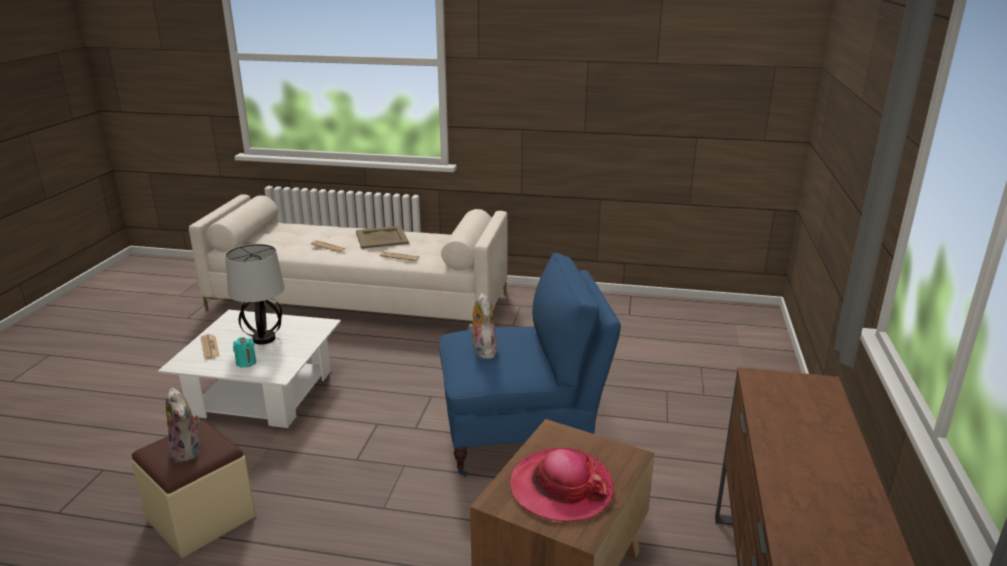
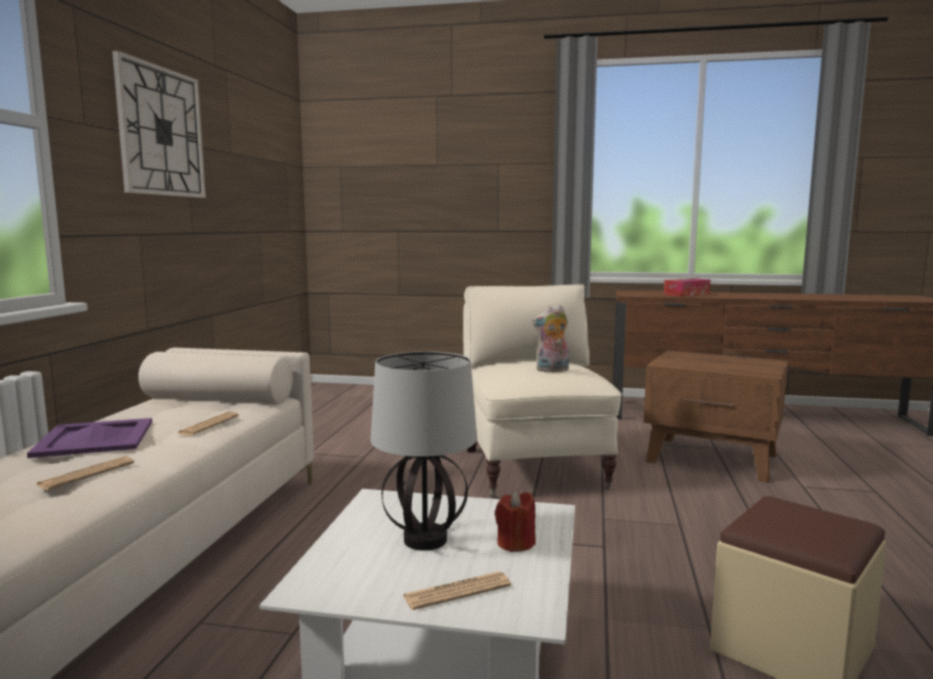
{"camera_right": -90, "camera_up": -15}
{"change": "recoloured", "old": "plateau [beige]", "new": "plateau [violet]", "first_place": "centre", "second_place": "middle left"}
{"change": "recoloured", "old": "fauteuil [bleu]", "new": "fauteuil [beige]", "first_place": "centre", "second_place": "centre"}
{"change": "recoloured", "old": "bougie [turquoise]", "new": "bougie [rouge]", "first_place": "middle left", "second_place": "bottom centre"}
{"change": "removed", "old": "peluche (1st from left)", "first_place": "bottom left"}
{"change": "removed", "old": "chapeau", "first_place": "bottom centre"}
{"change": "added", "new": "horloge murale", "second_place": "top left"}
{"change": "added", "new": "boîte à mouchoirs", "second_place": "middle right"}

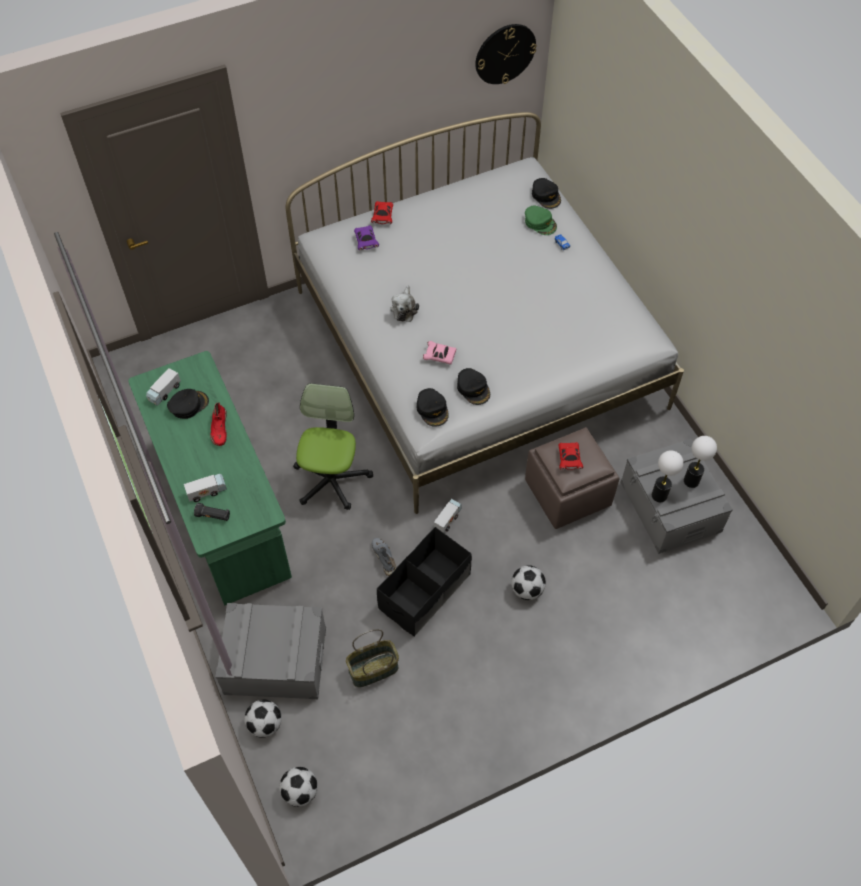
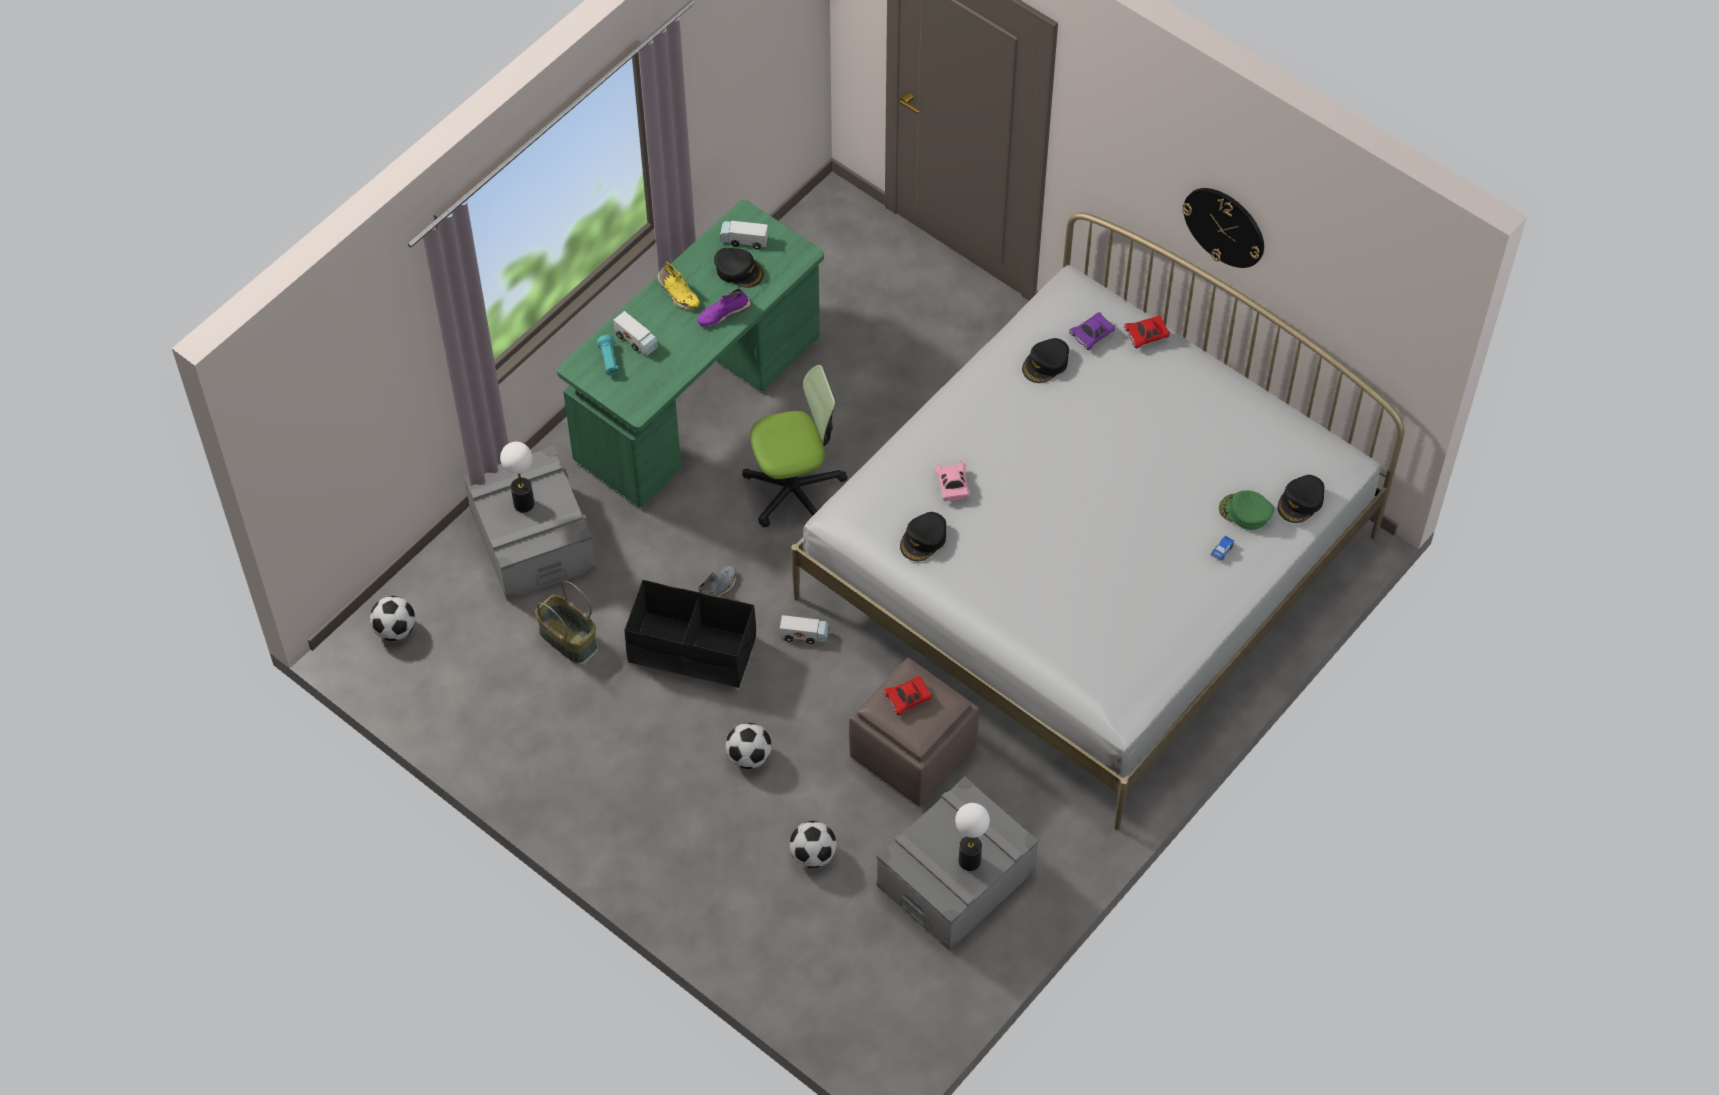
{"camera_right": 65, "camera_up": 0}
{"change": "moved", "old": "horloge murale", "first_place": "top centre", "second_place": "top right"}
{"change": "turned", "old": "casquette [vert]", "first_place": "top centre", "second_place": "middle right", "degrees": 90}
{"change": "removed", "old": "peluche", "first_place": "centre"}
{"change": "moved", "old": "casquette [noir] (2nd from left in the first image)", "new": "casquette [noir] (3rd from left)", "first_place": "centre", "second_place": "top centre"}
{"change": "recoloured", "old": "chaussure [rouge]", "new": "chaussure [violet]", "first_place": "middle left", "second_place": "top centre"}
{"change": "moved", "old": "lampe de table (1st from left)", "first_place": "middle right", "second_place": "middle left"}
{"change": "recoloured", "old": "lampe de poche [noir]", "new": "lampe de poche [turquoise]", "first_place": "middle left", "second_place": "top centre"}
{"change": "moved", "old": "ballon de foot (1st from left in the first image)", "new": "ballon de foot (3rd from left)", "first_place": "bottom left", "second_place": "bottom centre"}
{"change": "added", "new": "chaussure [jaune]", "second_place": "top centre"}

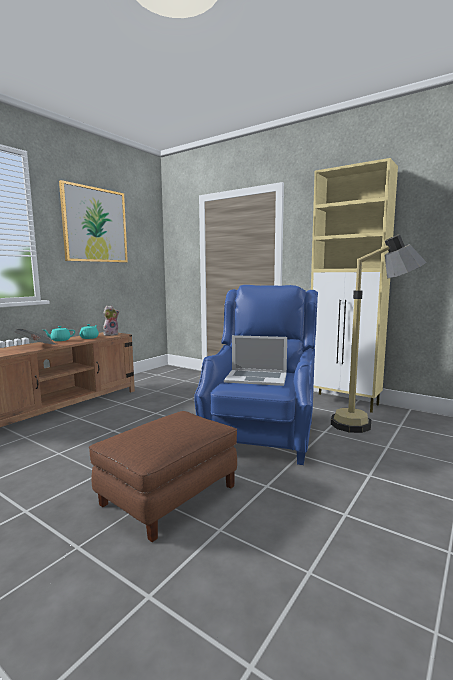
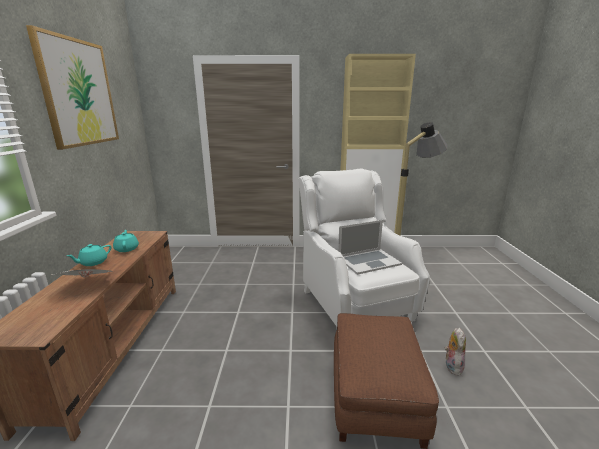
{"camera_right": -35, "camera_up": 10}
{"change": "recoloured", "old": "fauteuil [bleu]", "new": "fauteuil [blanc]", "first_place": "centre", "second_place": "centre"}
{"change": "moved", "old": "peluche", "first_place": "middle left", "second_place": "bottom right"}

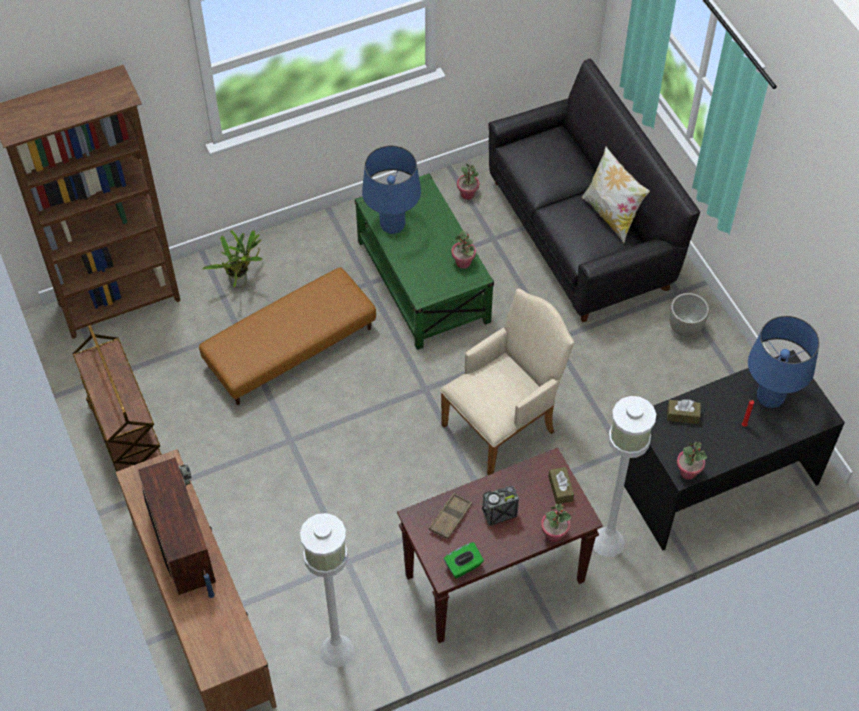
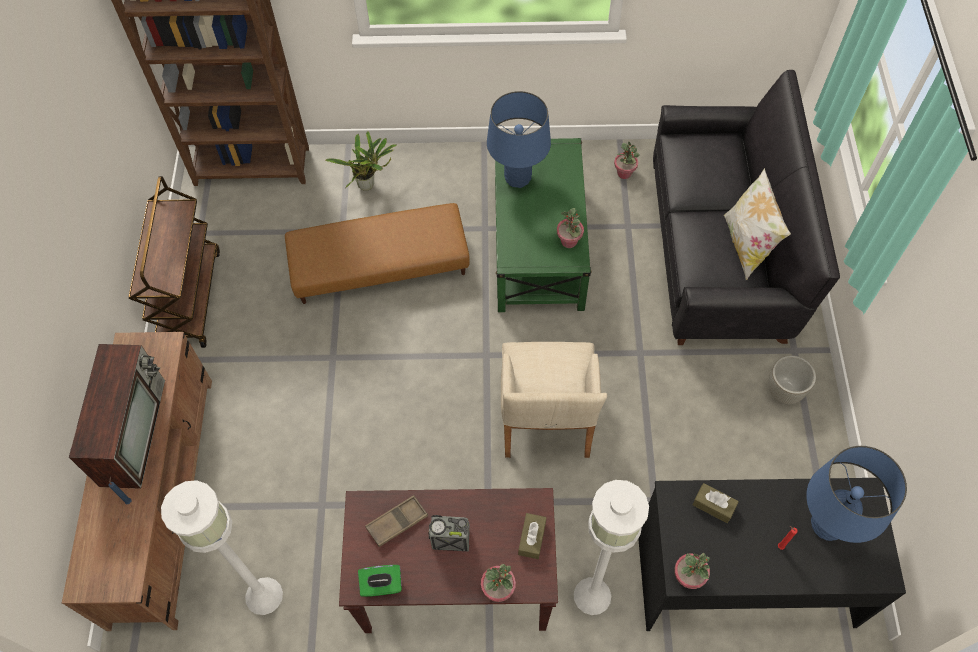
{"camera_right": 25, "camera_up": 5}
{"change": "turned", "old": "fauteuil [beige]", "first_place": "centre", "second_place": "centre", "degrees": 105}

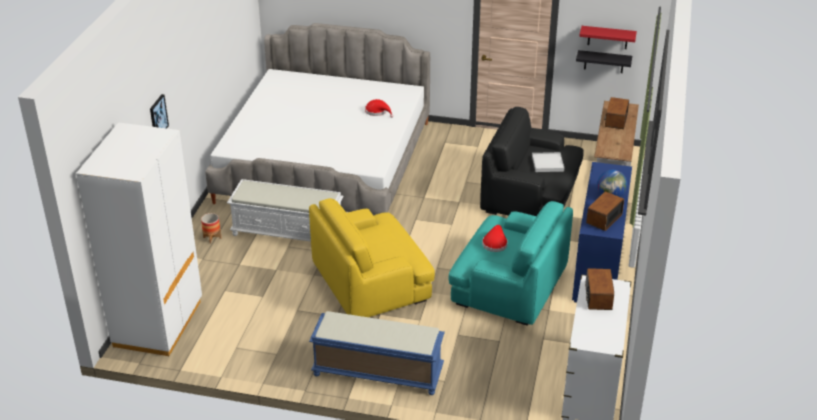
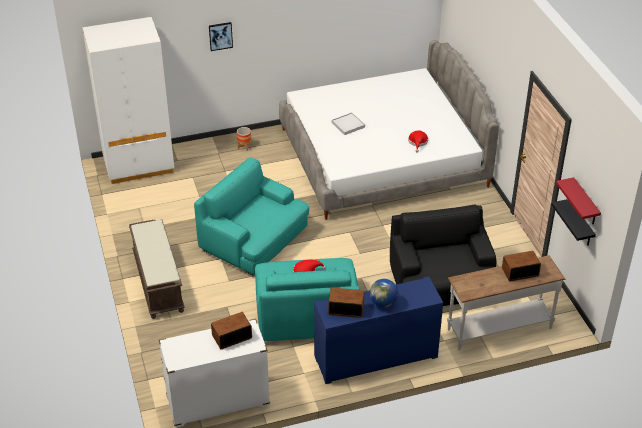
{"camera_right": 60, "camera_up": 5}
{"change": "moved", "old": "plateau [blanc]", "first_place": "middle right", "second_place": "top centre"}
{"change": "removed", "old": "banc [blanc]", "first_place": "centre"}
{"change": "recoloured", "old": "fauteuil [jaune]", "new": "fauteuil [turquoise] (1st from left)", "first_place": "centre", "second_place": "centre"}
{"change": "recoloured", "old": "banc [bleu]", "new": "banc [marron]", "first_place": "bottom centre", "second_place": "middle left"}

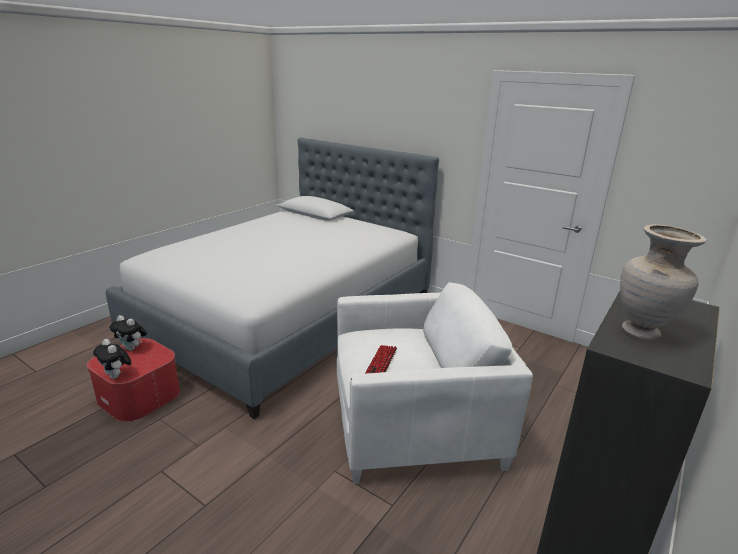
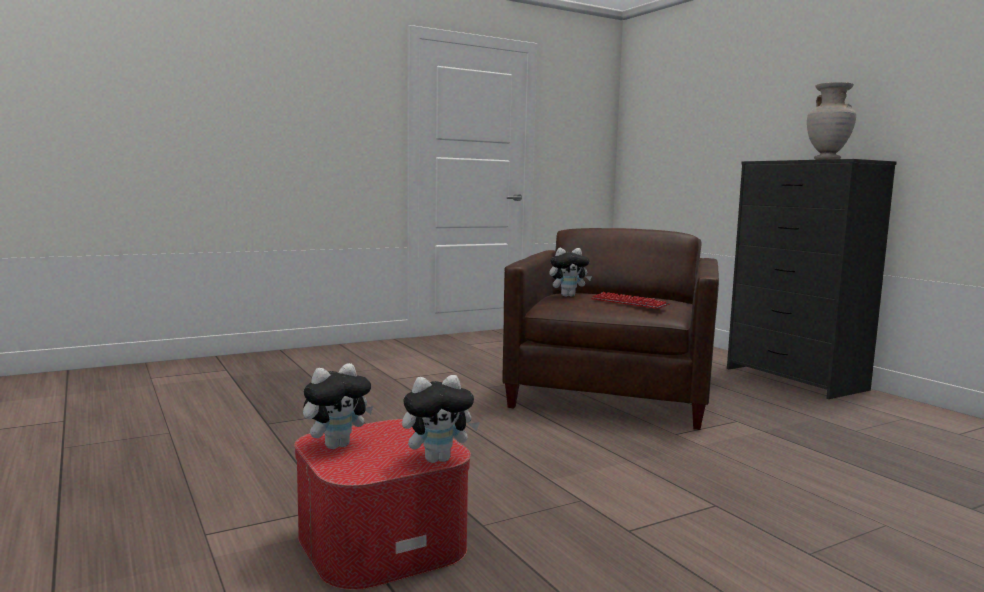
{"camera_right": -65, "camera_up": -15}
{"change": "removed", "old": "lit", "first_place": "centre"}
{"change": "recoloured", "old": "fauteuil [blanc]", "new": "fauteuil [marron]", "first_place": "bottom centre", "second_place": "centre"}
{"change": "added", "new": "peluche (3rd from left)", "second_place": "centre"}

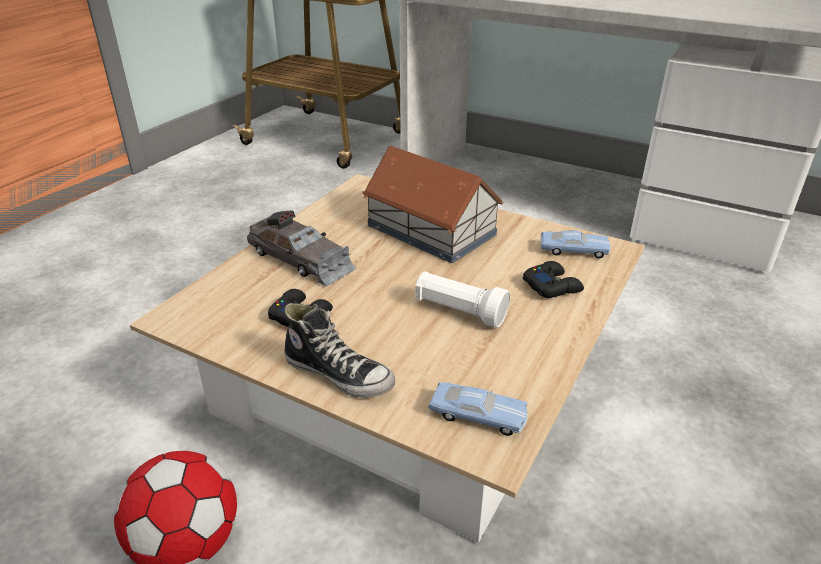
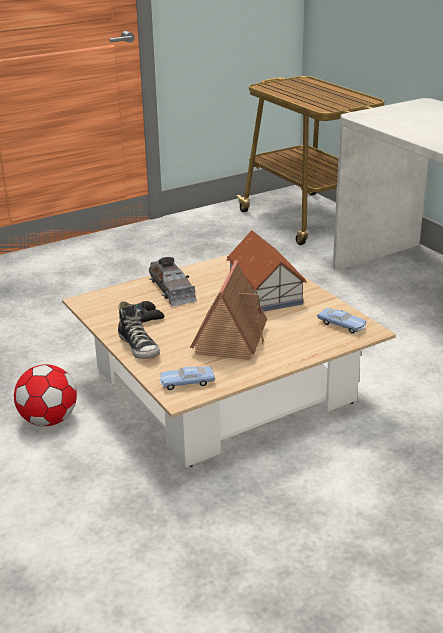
{"camera_right": 30, "camera_up": -5}
{"change": "removed", "old": "manette [noir] (2nd from left)", "first_place": "middle right"}
{"change": "replaced", "old": "lampe de poche [blanc]", "new": "maison miniature (1st from left)", "first_place": "centre", "second_place": "centre"}
{"change": "turned", "old": "petite voiture [bleu] (1st from left)", "first_place": "bottom centre", "second_place": "centre", "degrees": 120}

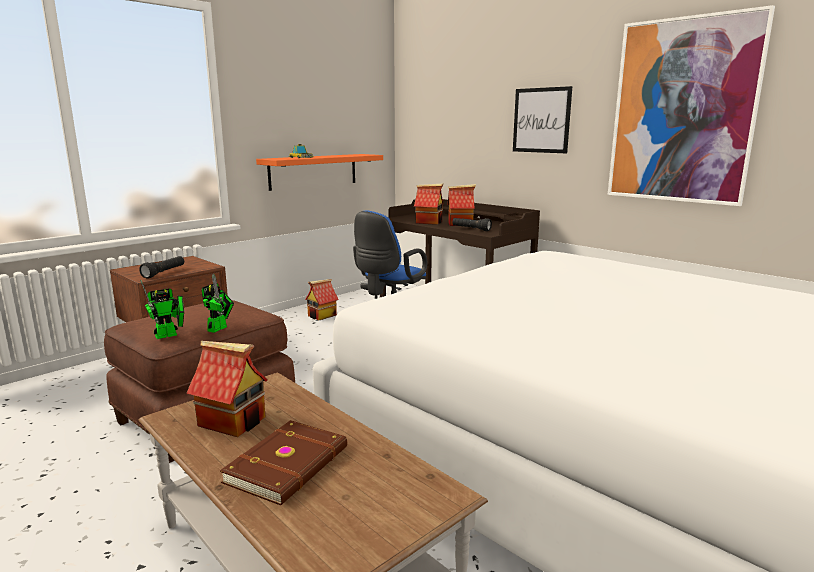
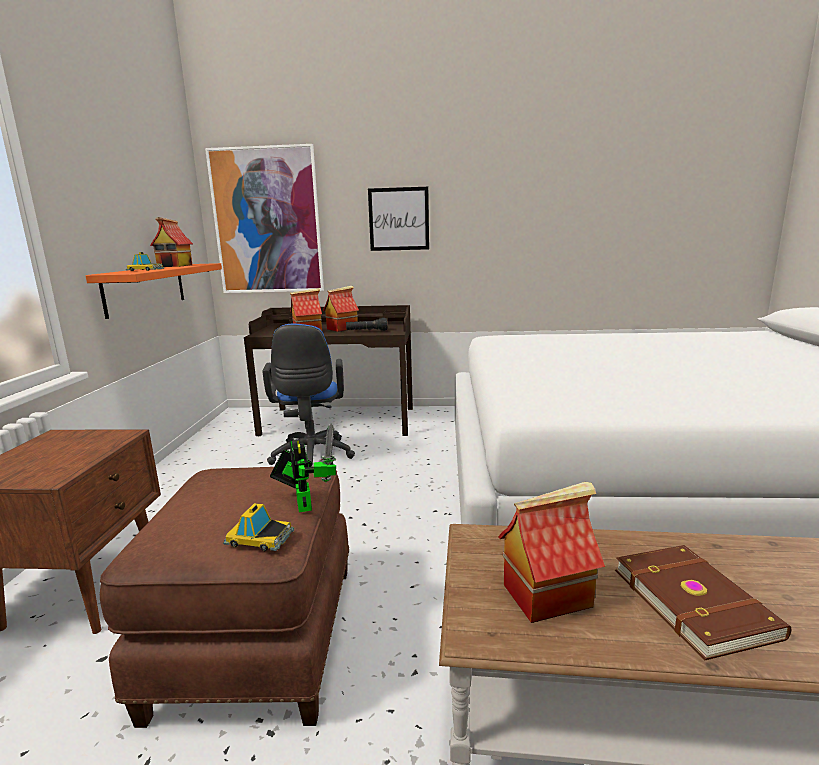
{"camera_right": -40, "camera_up": 0}
{"change": "moved", "old": "tableau (2nd from left in the first image)", "new": "tableau (1st from left)", "first_place": "top right", "second_place": "top left"}
{"change": "removed", "old": "lampe de poche [noir] (1st from left)", "first_place": "middle left"}
{"change": "moved", "old": "maison miniature (2nd from left in the first image)", "new": "maison miniature (1st from left)", "first_place": "centre", "second_place": "top left"}
{"change": "replaced", "old": "robot jouet (1st from left)", "new": "petite voiture (2nd from left)", "first_place": "middle left", "second_place": "bottom left"}

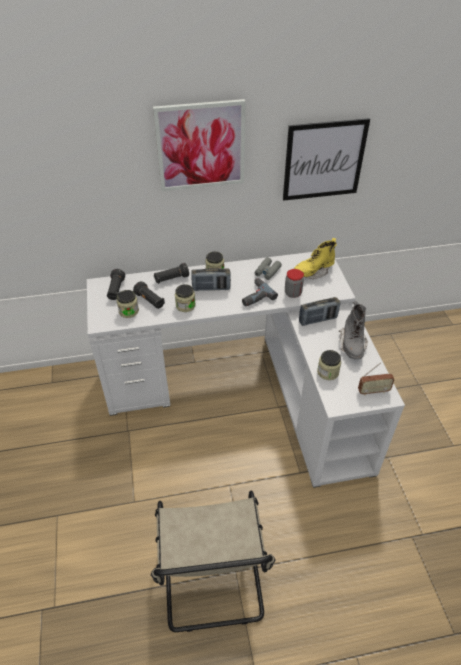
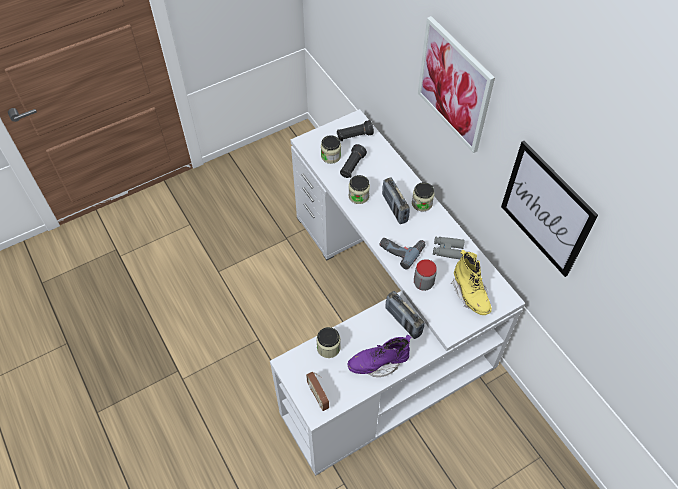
{"camera_right": 70, "camera_up": 10}
{"change": "turned", "old": "botte [jaune]", "first_place": "middle right", "second_place": "middle right", "degrees": -150}
{"change": "removed", "old": "lampe de poche [noir] (3rd from left)", "first_place": "centre"}
{"change": "recoloured", "old": "botte [gris]", "new": "botte [violet]", "first_place": "middle right", "second_place": "bottom centre"}
{"change": "removed", "old": "chaise [beige]", "first_place": "bottom centre"}

